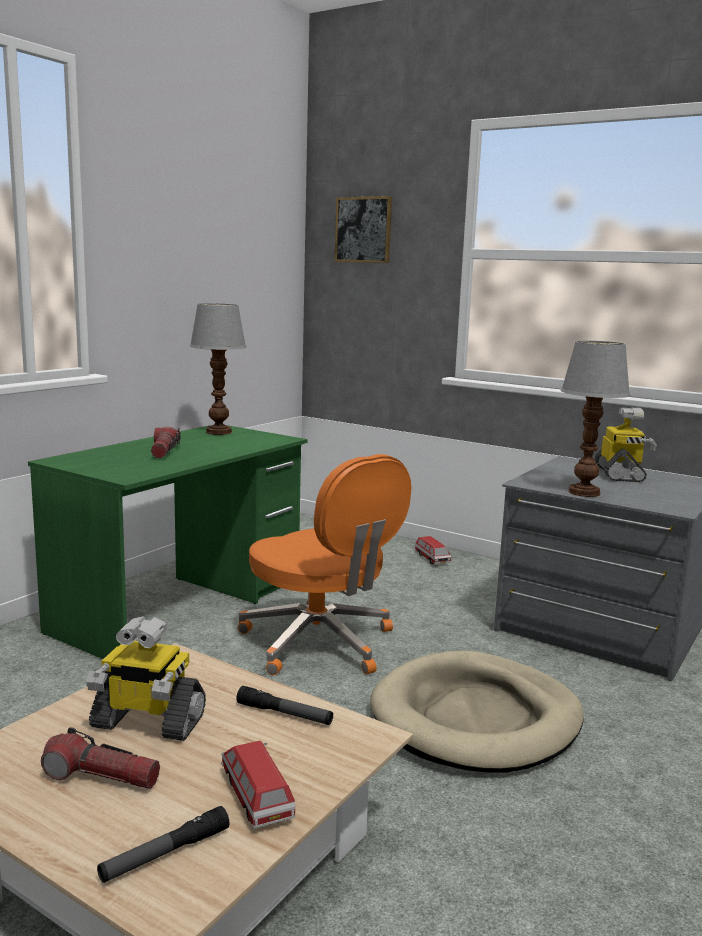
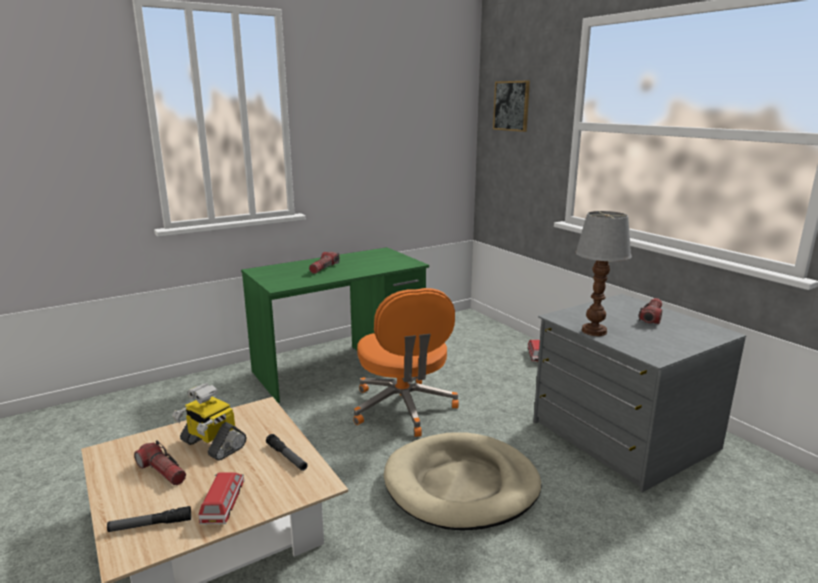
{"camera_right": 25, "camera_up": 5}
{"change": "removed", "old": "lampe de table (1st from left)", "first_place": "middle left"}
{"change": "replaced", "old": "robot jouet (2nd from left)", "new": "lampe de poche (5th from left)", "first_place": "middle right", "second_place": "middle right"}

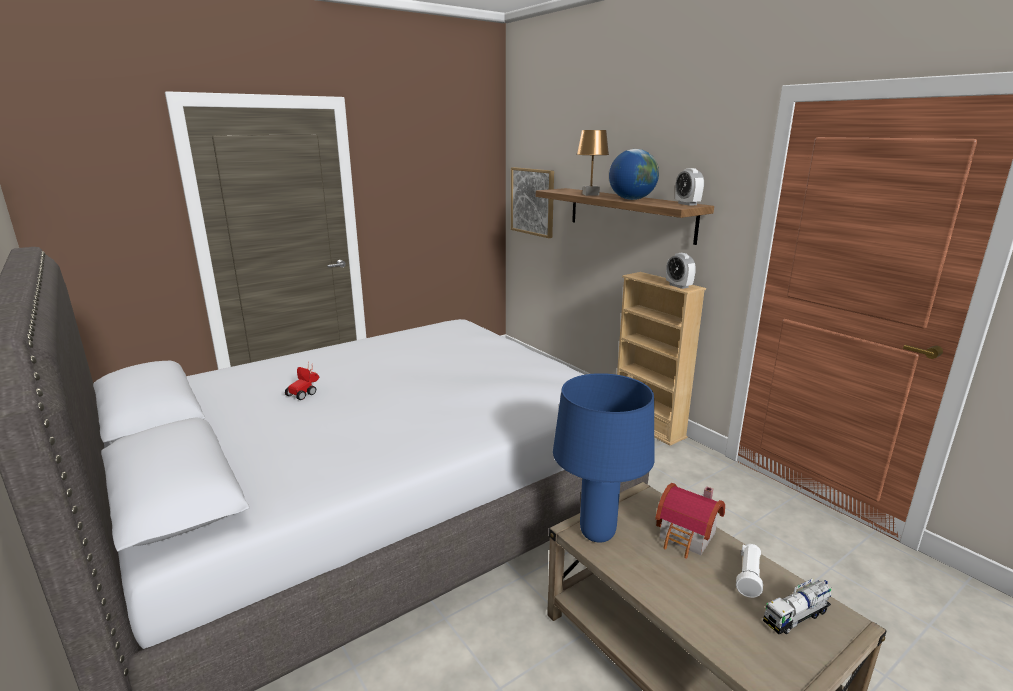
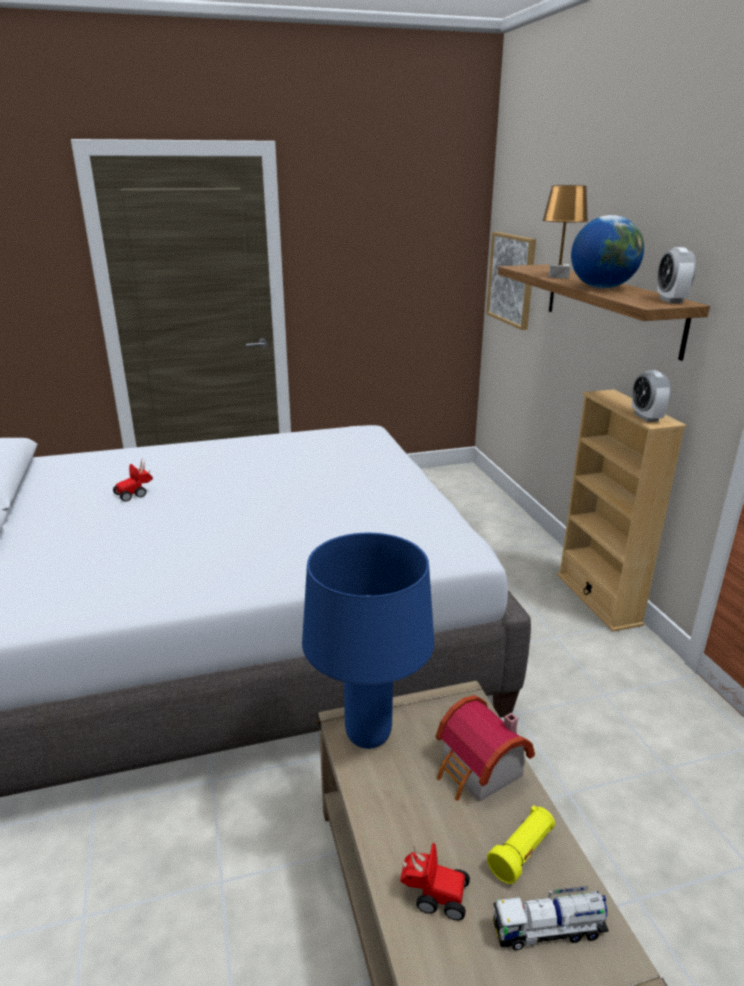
{"camera_right": 20, "camera_up": 5}
{"change": "recoloured", "old": "lampe de poche [blanc]", "new": "lampe de poche [jaune]", "first_place": "bottom right", "second_place": "bottom right"}
{"change": "added", "new": "petite voiture (2nd from left)", "second_place": "bottom centre"}

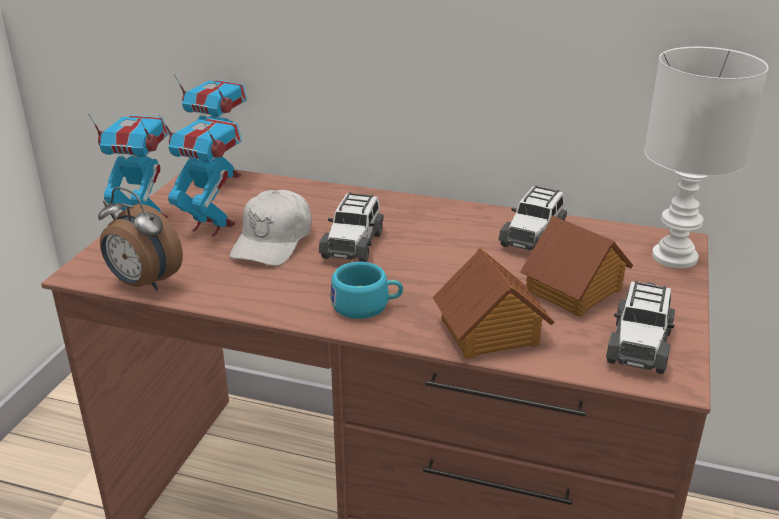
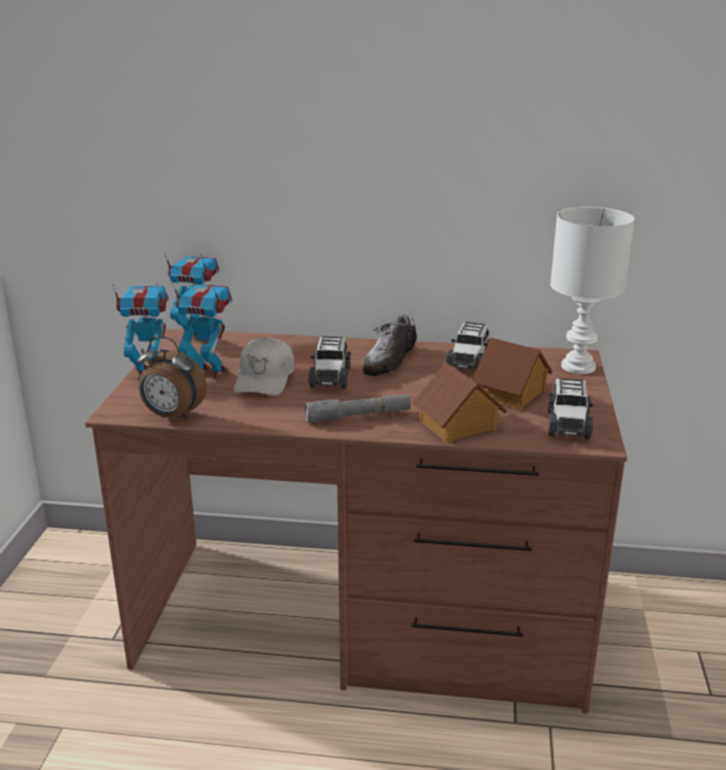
{"camera_right": -10, "camera_up": -5}
{"change": "replaced", "old": "tasse [turquoise]", "new": "lampe de poche [gris]", "first_place": "centre", "second_place": "centre"}
{"change": "added", "new": "chaussure", "second_place": "centre"}

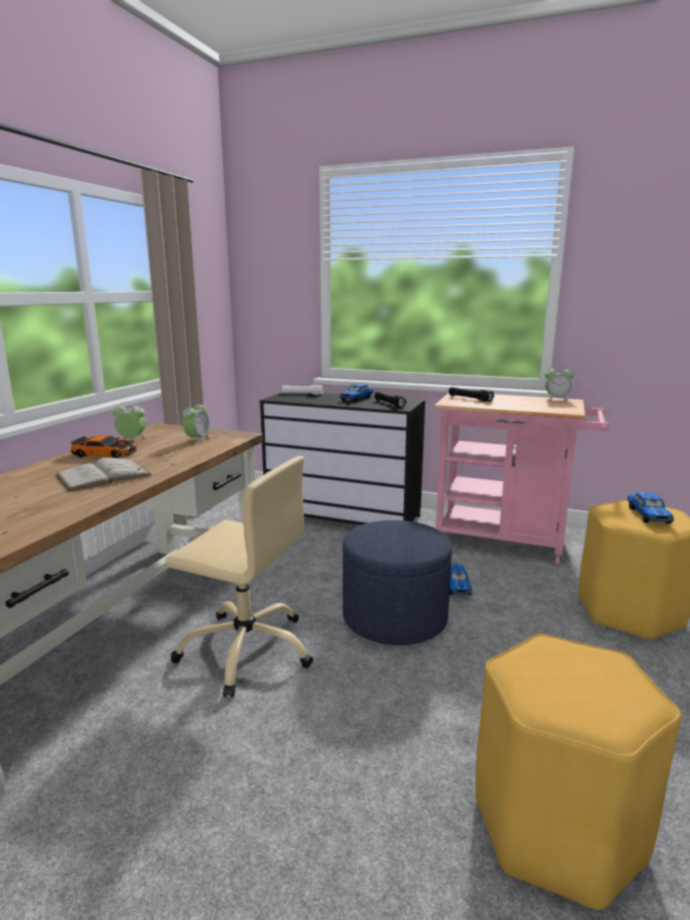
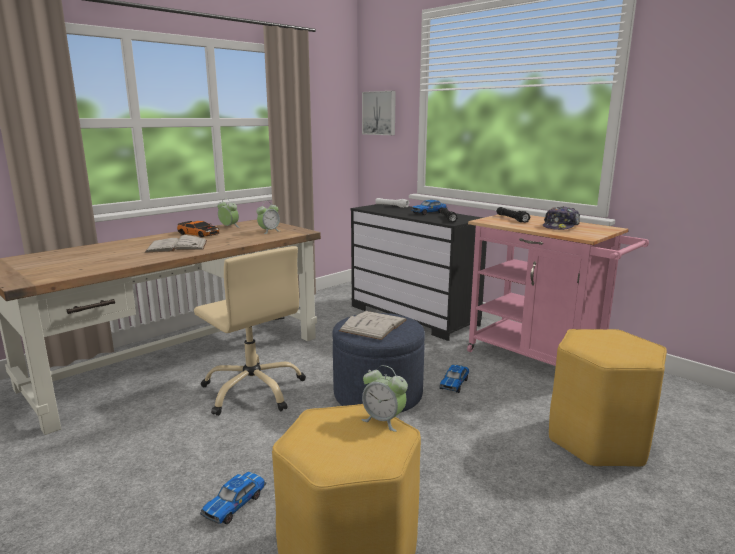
{"camera_right": 25, "camera_up": 0}
{"change": "moved", "old": "réveil (3rd from left)", "first_place": "middle right", "second_place": "bottom centre"}
{"change": "moved", "old": "petite voiture (4th from left in the first image)", "new": "petite voiture (2nd from left)", "first_place": "middle right", "second_place": "bottom left"}
{"change": "added", "new": "tableau", "second_place": "top centre"}
{"change": "added", "new": "casquette", "second_place": "middle right"}
{"change": "added", "new": "livre [blanc] (2nd from left)", "second_place": "centre"}

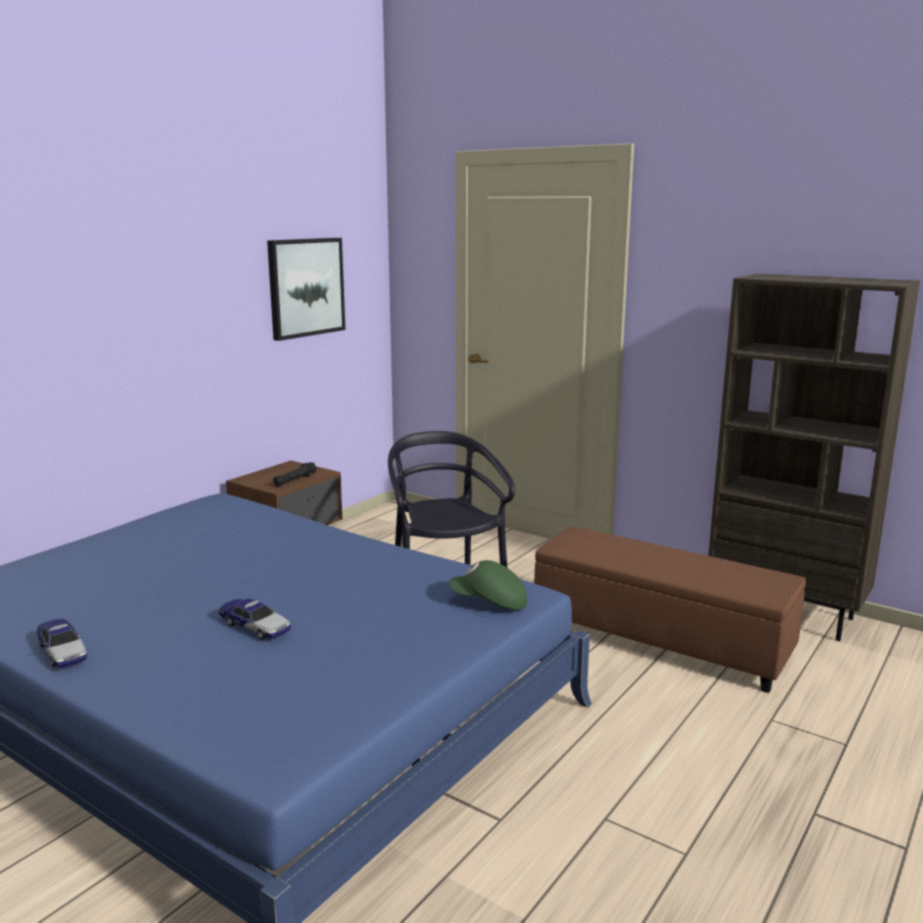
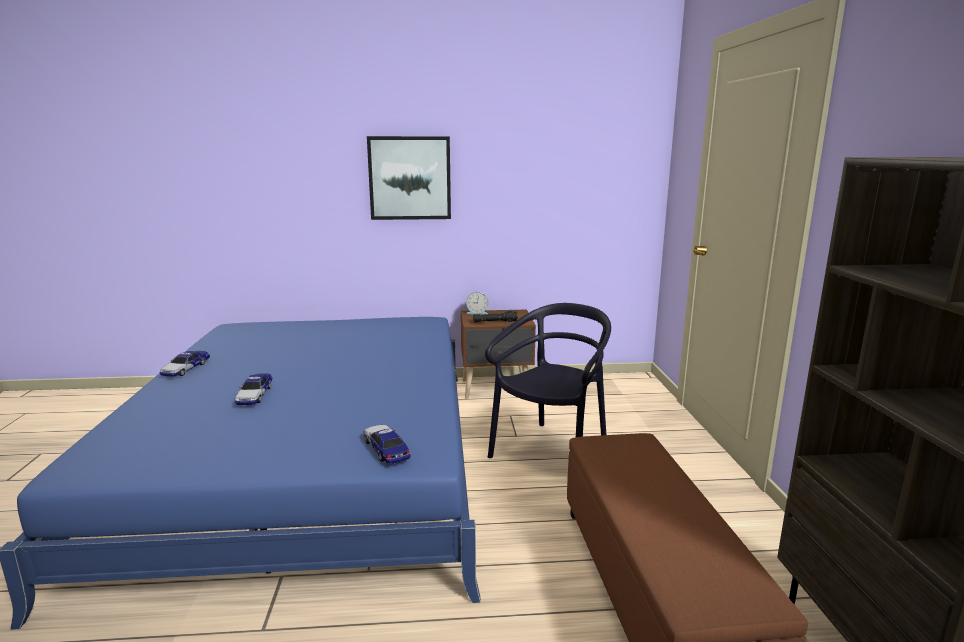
{"camera_right": 50, "camera_up": 0}
{"change": "moved", "old": "tableau", "first_place": "top left", "second_place": "top centre"}
{"change": "replaced", "old": "casquette [vert]", "new": "petite voiture (3rd from left)", "first_place": "centre", "second_place": "bottom centre"}
{"change": "added", "new": "réveil", "second_place": "centre"}

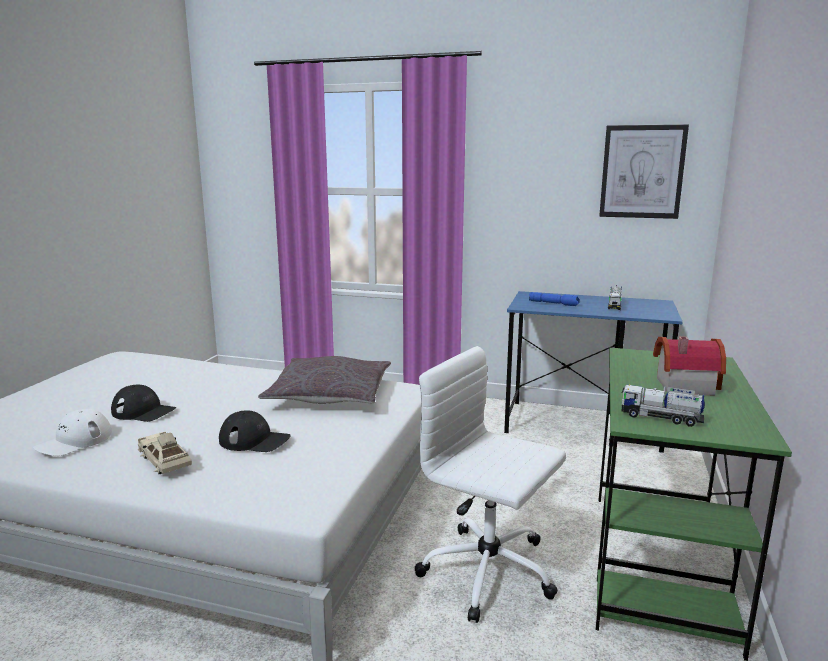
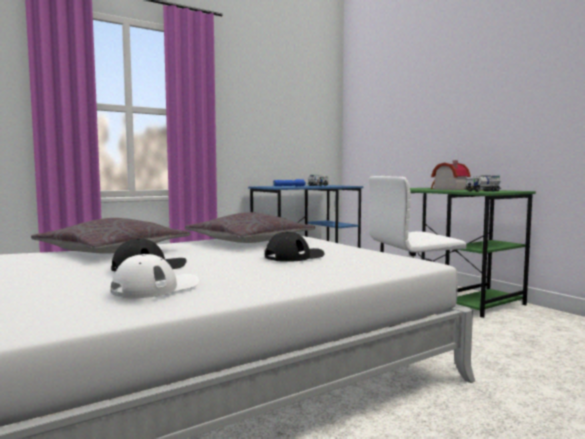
{"camera_right": -50, "camera_up": -10}
{"change": "removed", "old": "tableau", "first_place": "top right"}
{"change": "turned", "old": "casquette [blanc]", "first_place": "middle left", "second_place": "middle left", "degrees": -120}
{"change": "removed", "old": "petite voiture [beige]", "first_place": "bottom left"}
{"change": "added", "new": "coussin [gris] (1st from left)", "second_place": "middle left"}

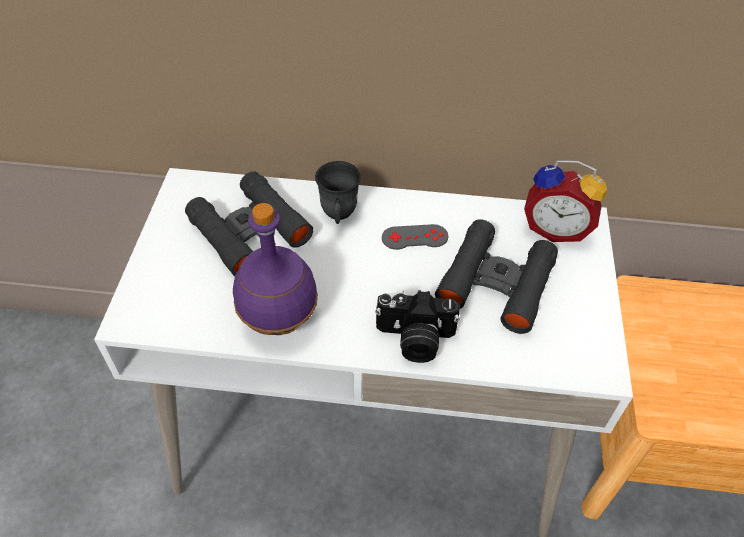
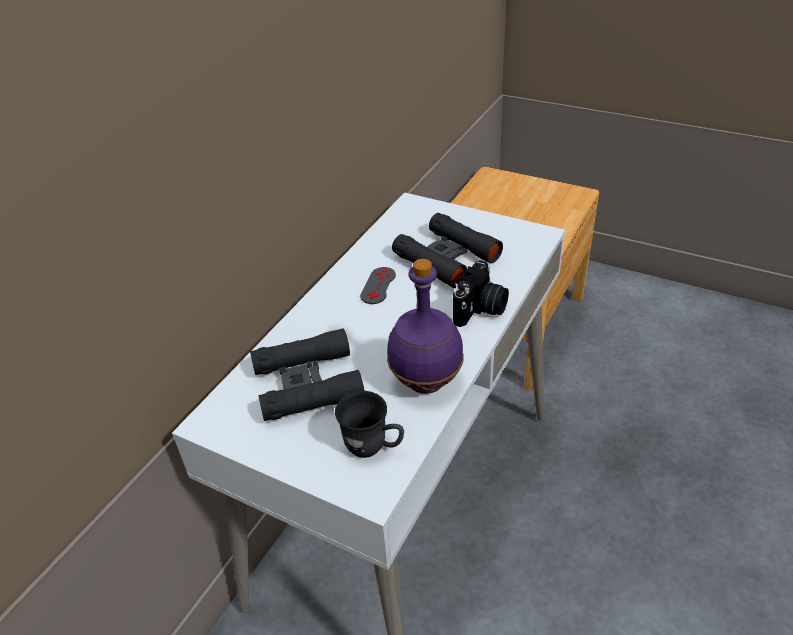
{"camera_right": -65, "camera_up": -10}
{"change": "moved", "old": "mug [gris]", "first_place": "centre", "second_place": "bottom centre"}
{"change": "removed", "old": "réveil", "first_place": "middle right"}

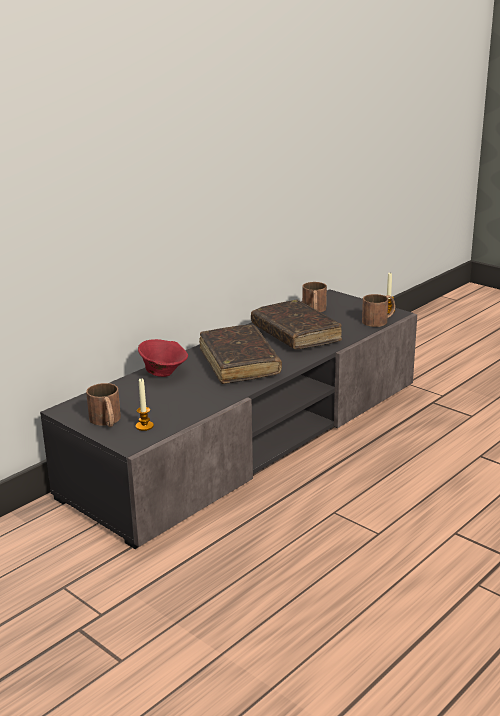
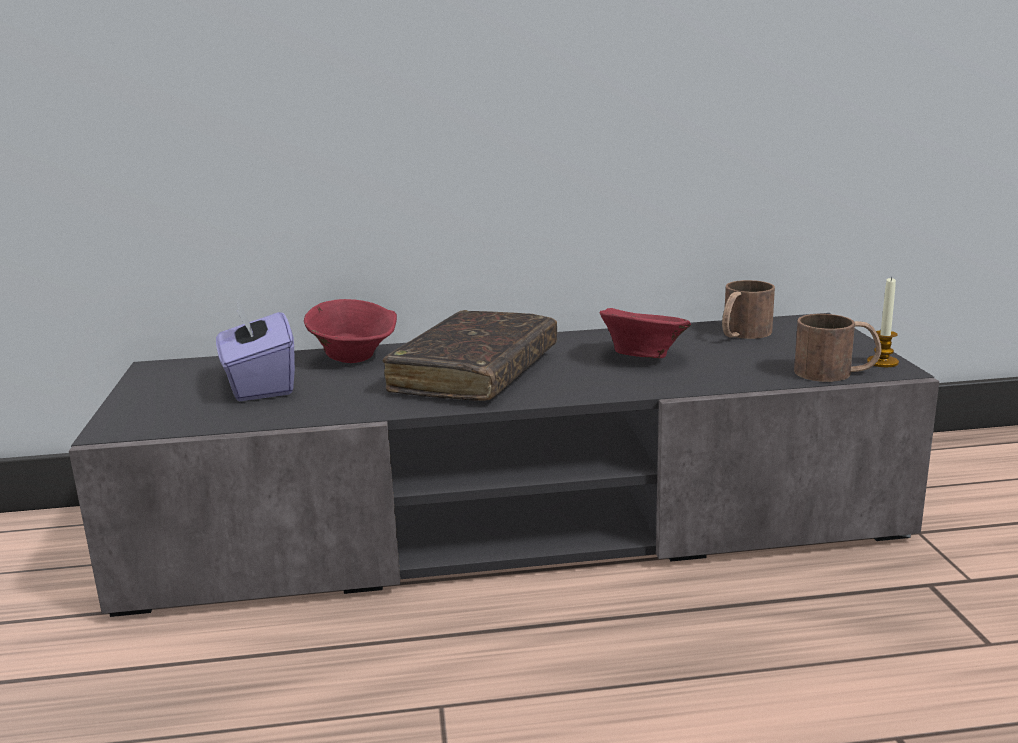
{"camera_right": 40, "camera_up": -5}
{"change": "replaced", "old": "livre [marron] (2nd from left)", "new": "bol [rouge] (2nd from left)", "first_place": "centre", "second_place": "centre"}
{"change": "removed", "old": "bougie (1st from left)", "first_place": "middle left"}
{"change": "removed", "old": "mug [marron] (1st from left)", "first_place": "middle left"}
{"change": "added", "new": "boîte à mouchoirs [violet]", "second_place": "middle left"}

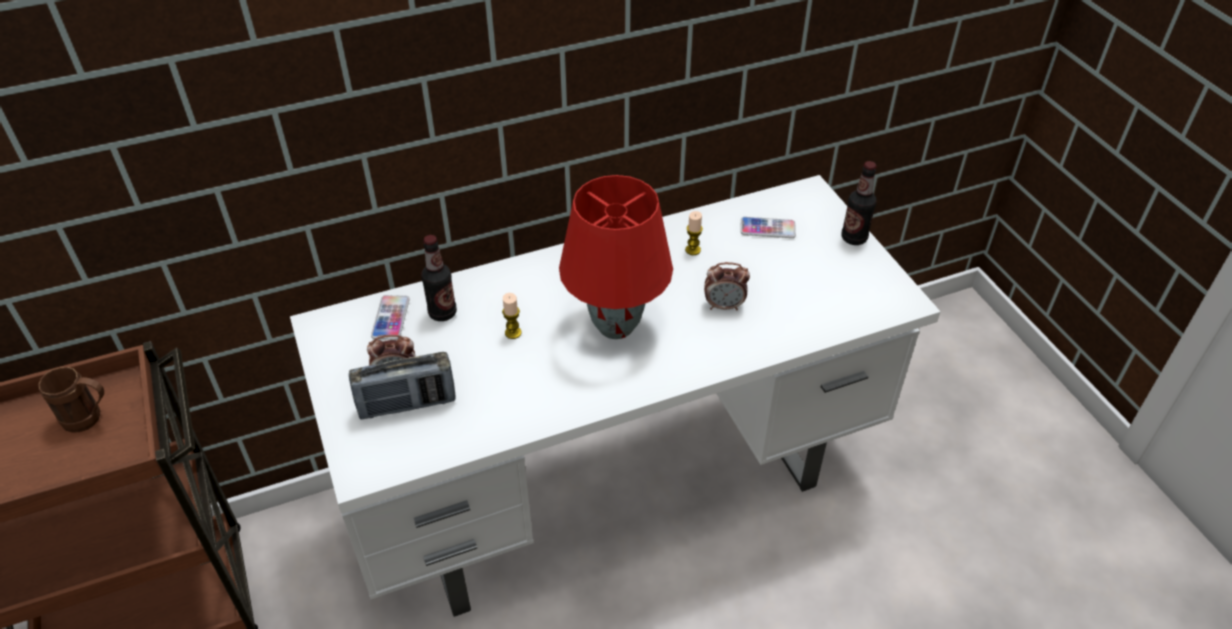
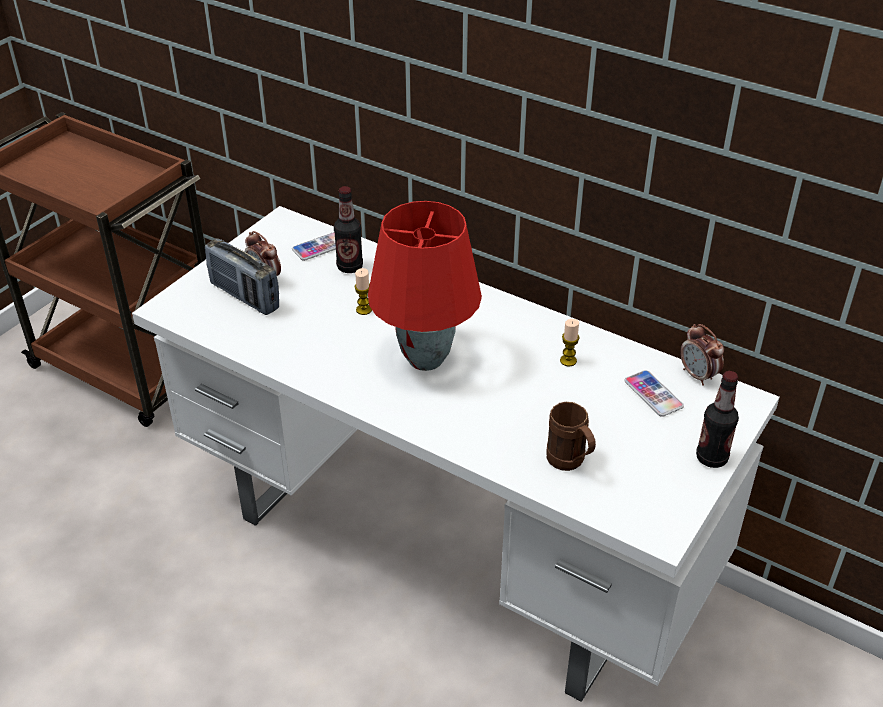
{"camera_right": 55, "camera_up": -5}
{"change": "moved", "old": "réveil (2nd from left)", "first_place": "centre", "second_place": "middle right"}
{"change": "moved", "old": "mug [marron]", "first_place": "middle left", "second_place": "centre"}

